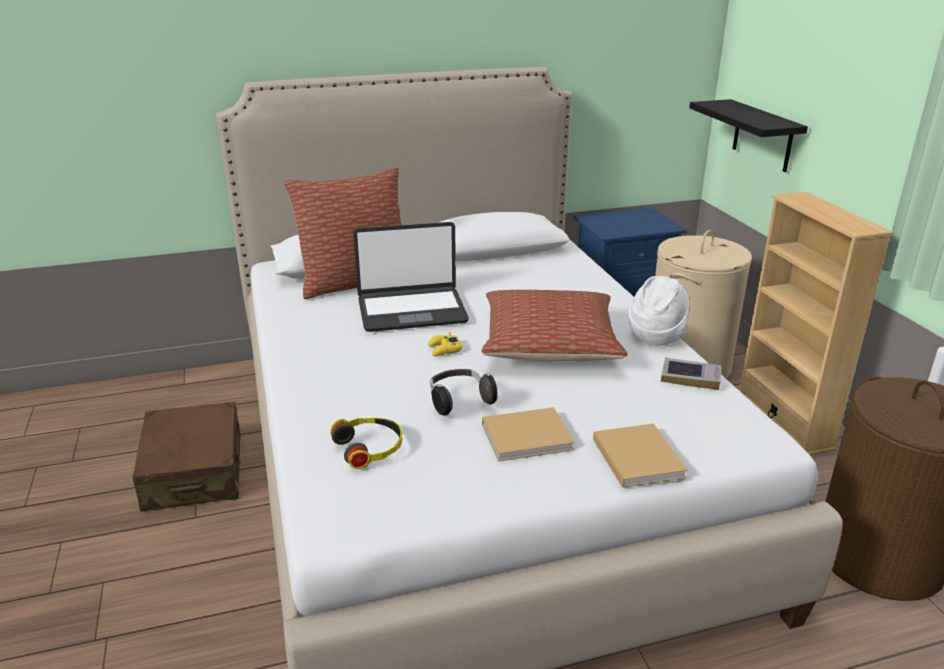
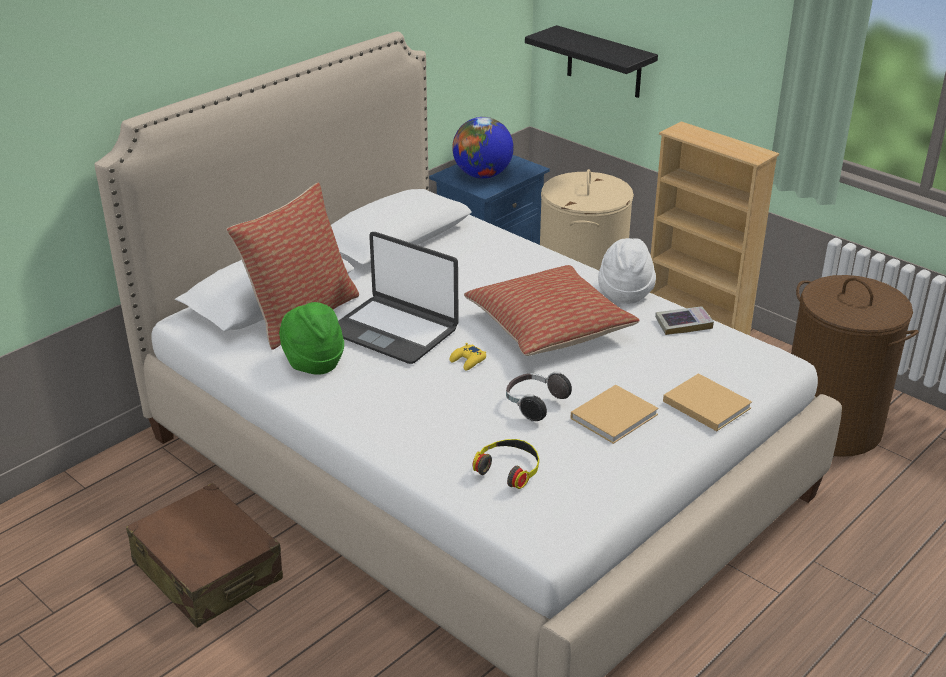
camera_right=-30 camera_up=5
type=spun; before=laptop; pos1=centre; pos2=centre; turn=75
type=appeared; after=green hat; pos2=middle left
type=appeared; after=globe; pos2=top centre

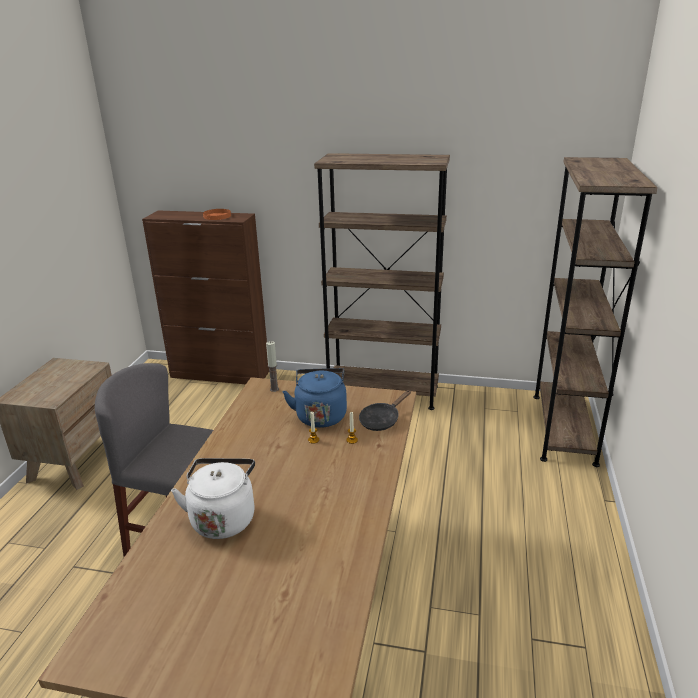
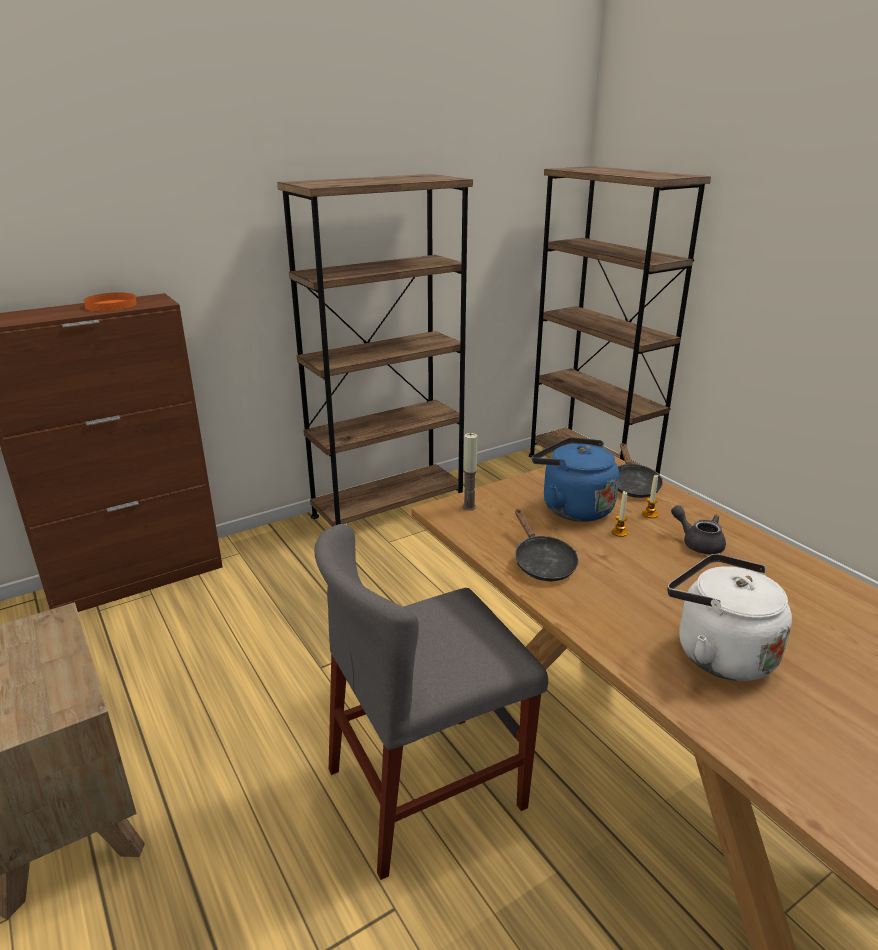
camera_right=-45 camera_up=0
type=appeared; after=black frying pan (no. 1 from left); pos2=centre
type=appeared; after=grey teapot; pos2=middle right

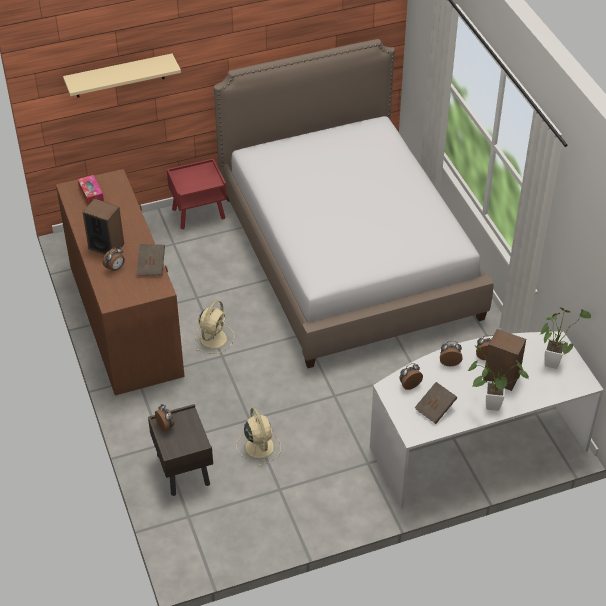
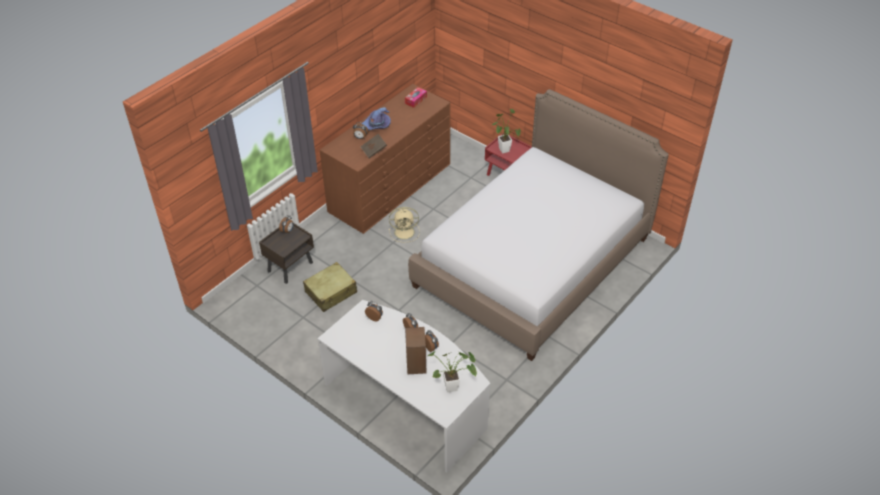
camera_right=60 camera_up=0
type=missing; before=beige shelf; pos1=top left
type=exchanged; before=speaker (no. 1 from left); after=purple hat; pos1=middle left; pos2=top centre
type=exchanged; before=beige fan (no. 2 from left); after=beige suitcase; pos1=bottom centre; pos2=centre
type=missing; before=brown book (no. 2 from left); pos1=middle right
type=relocated; before=potted plant (no. 1 from left in the first image); after=potted plant (no. 2 from left); pos1=middle right; pos2=top centre

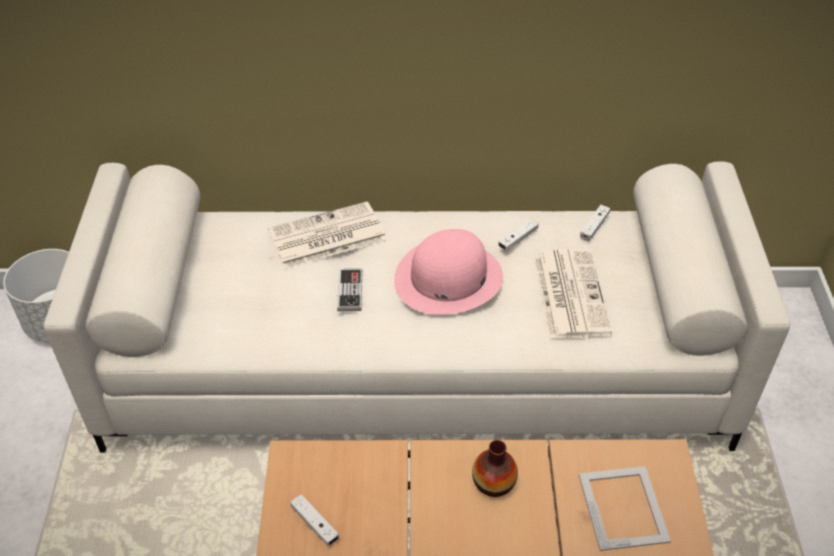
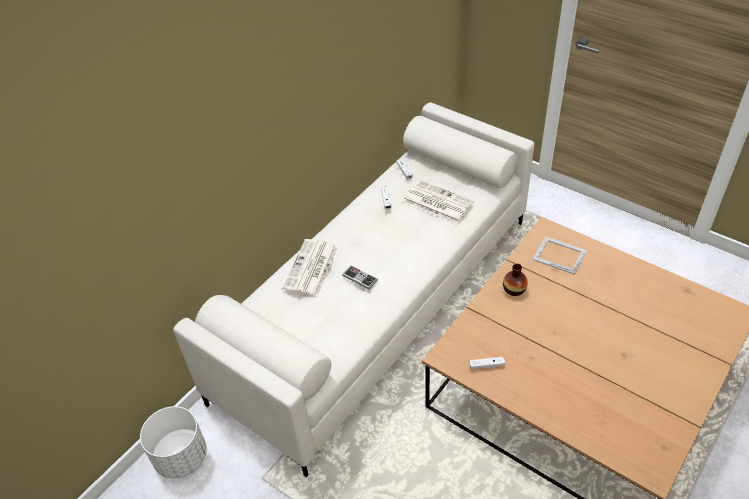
camera_right=-50 camera_up=0
type=missing; before=pink hat; pos1=centre

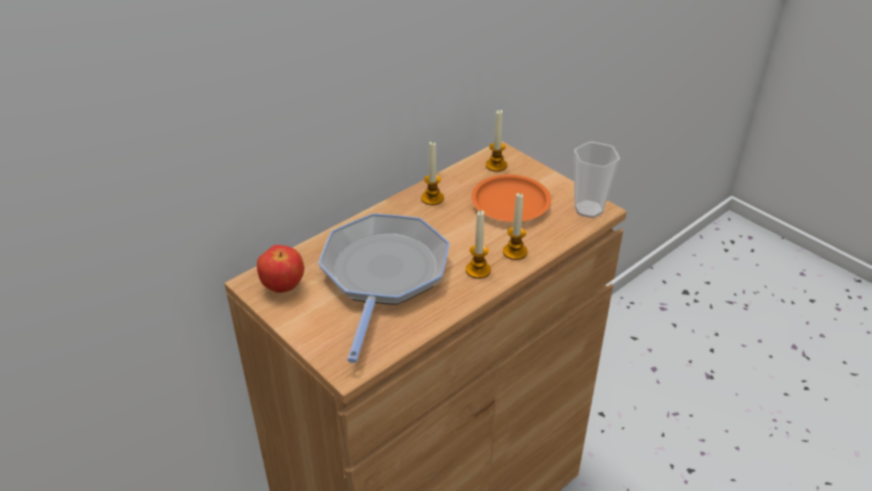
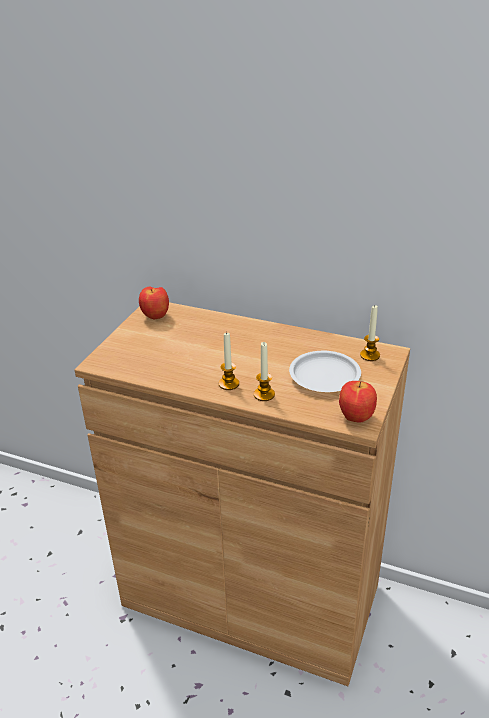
camera_right=65 camera_up=-5
type=missing; before=frying pan; pos1=centre
type=missing; before=candle (no. 1 from left); pos1=centre
type=colour; before=orange plate; after=white plate; pos1=centre; pos2=centre
type=exchanged; before=cup; after=apple (no. 2 from left); pos1=middle right; pos2=middle right

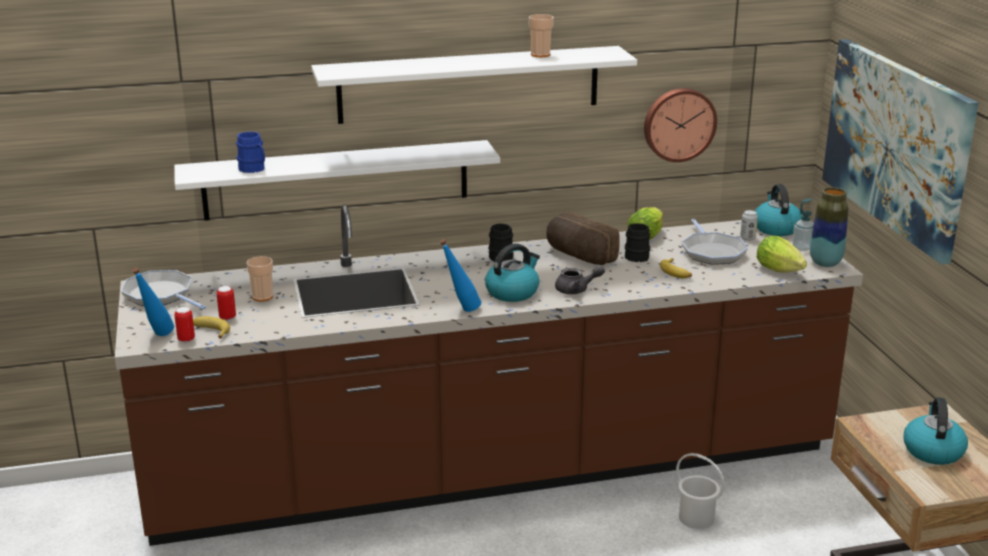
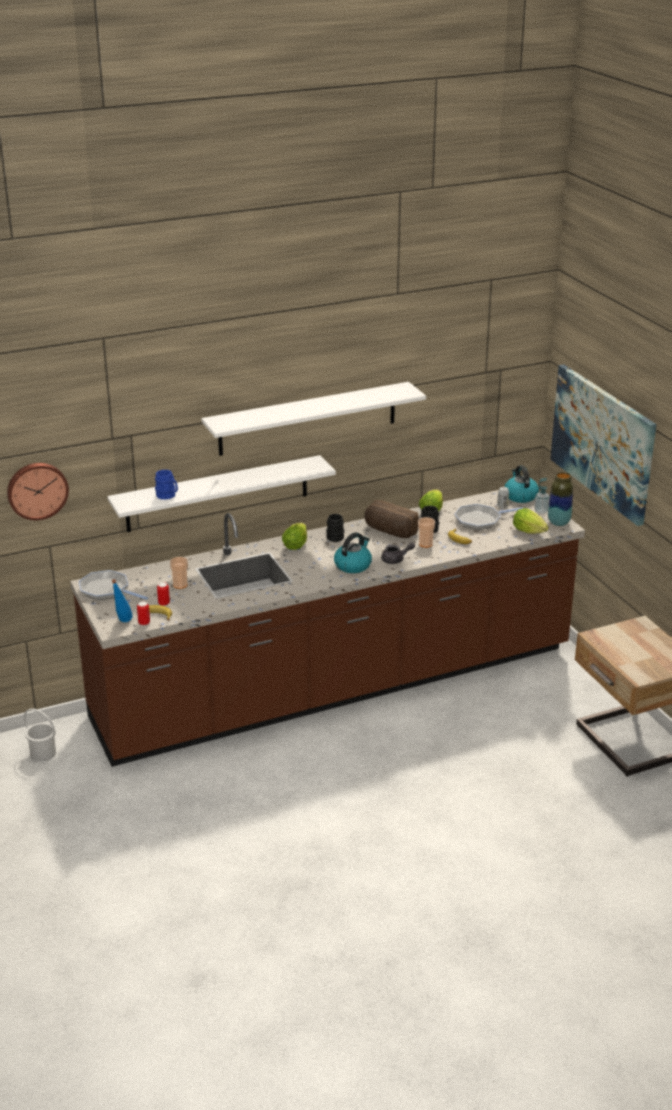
camera_right=-10 camera_up=5
type=missing; before=blue bottle (no. 2 from left); pos1=centre
type=relocated; before=cup (no. 2 from left); pos1=top centre; pos2=centre
type=relocated; before=wall clock; pos1=top right; pos2=middle left
type=relocated; before=white bucket; pos1=bottom right; pos2=middle left
type=spun; before=frying pan (no. 2 from left); pos1=middle right; pos2=middle right; turn=90
type=missing; before=kettle (no. 3 from left); pos1=bottom right
type=appeared; after=lettuce (no. 1 from left); pos2=centre

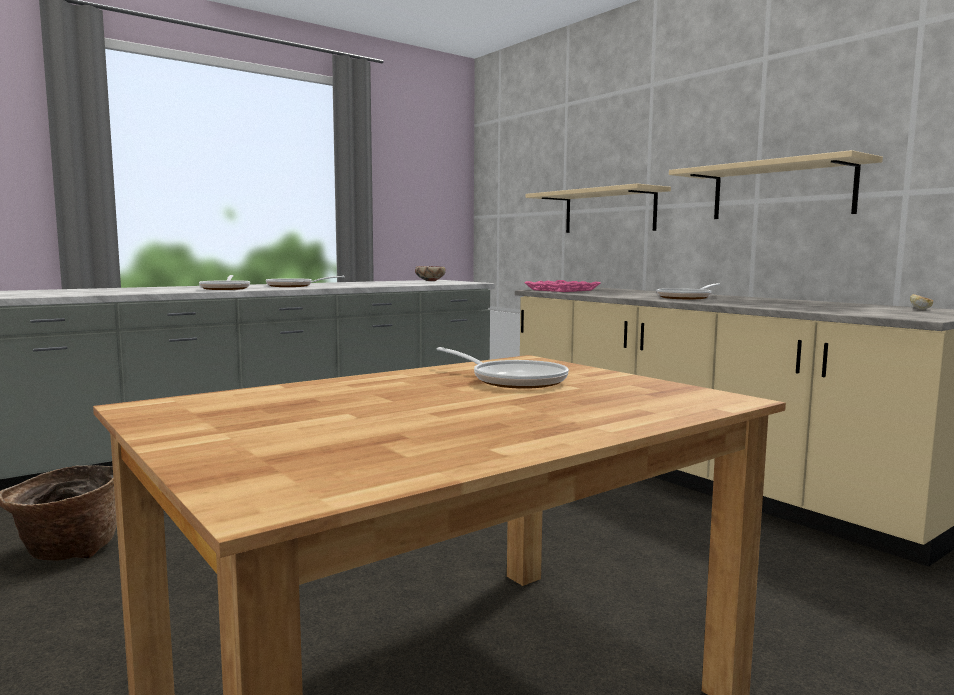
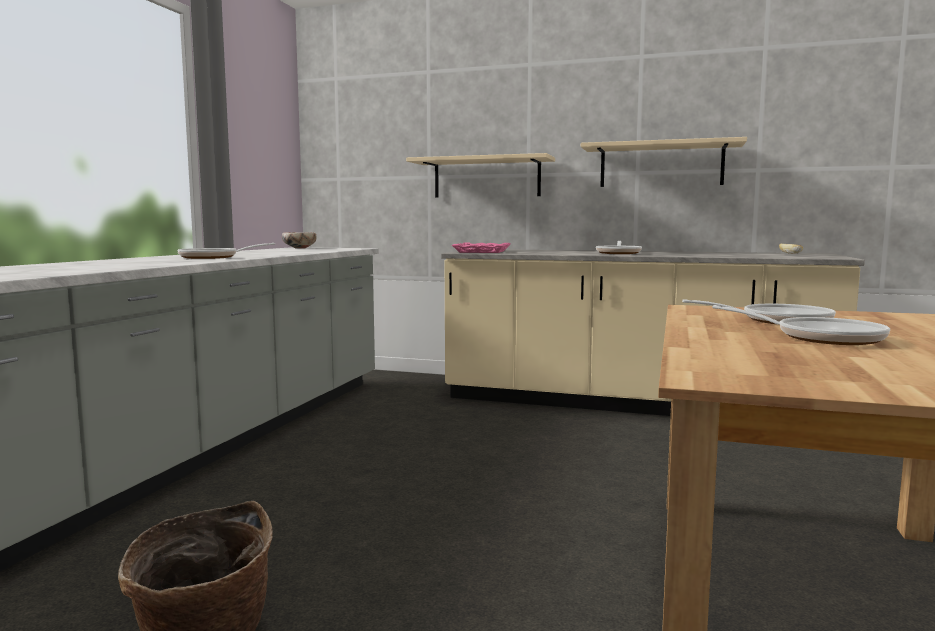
camera_right=-35 camera_up=0
type=relocated; before=frying pan (no. 1 from left in the first image); after=frying pan (no. 4 from left); pos1=middle left; pos2=middle right

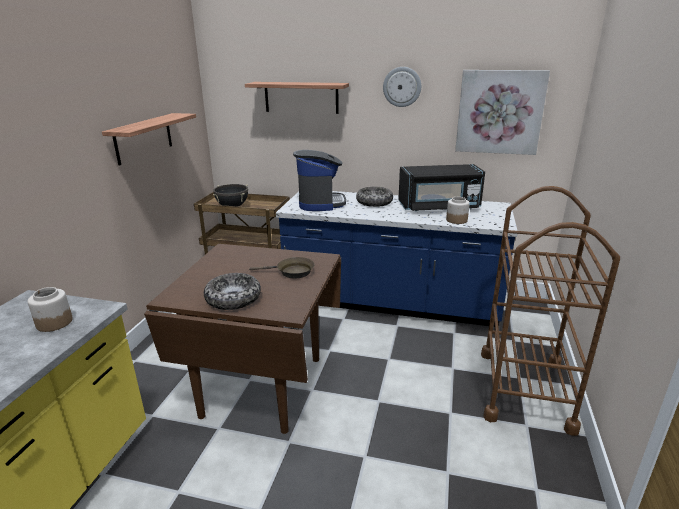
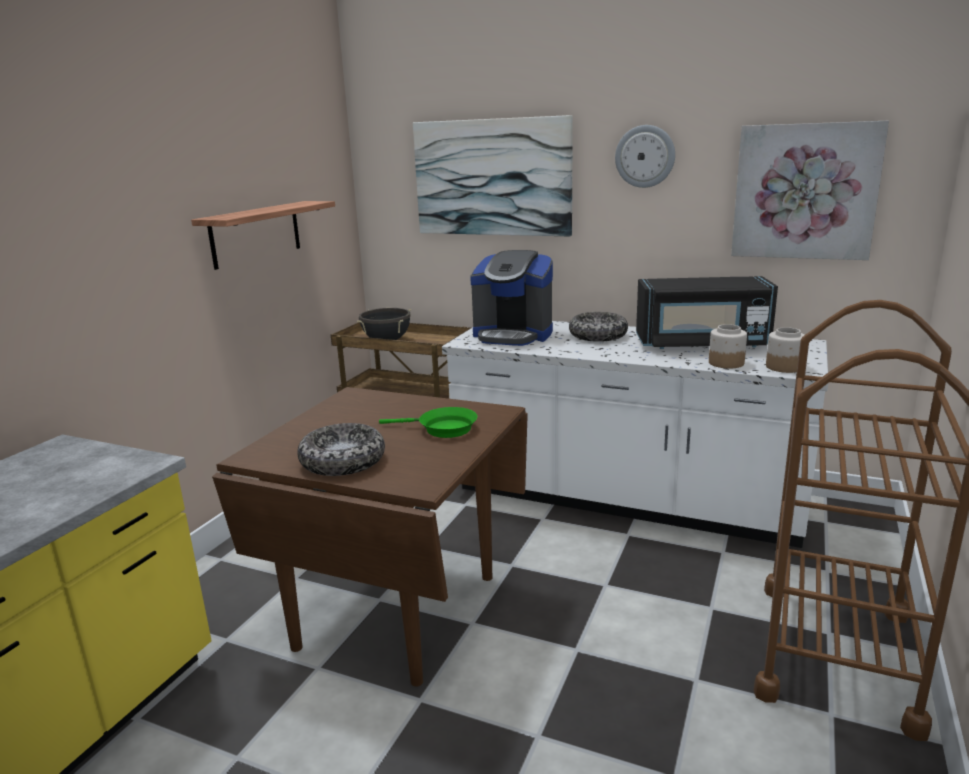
camera_right=10 camera_up=-5
type=relocated; before=jar (no. 1 from left in the first image); after=jar (no. 2 from left); pos1=middle left; pos2=middle right
type=exchanged; before=shelf (no. 2 from left); after=picture (no. 1 from left); pos1=top centre; pos2=top centre
type=colour; before=brown frying pan; after=green frying pan; pos1=centre; pos2=centre
type=colour; before=blue counter; after=white counter; pos1=centre; pos2=centre
type=spun; before=coffee machine; pos1=centre; pos2=centre; turn=105

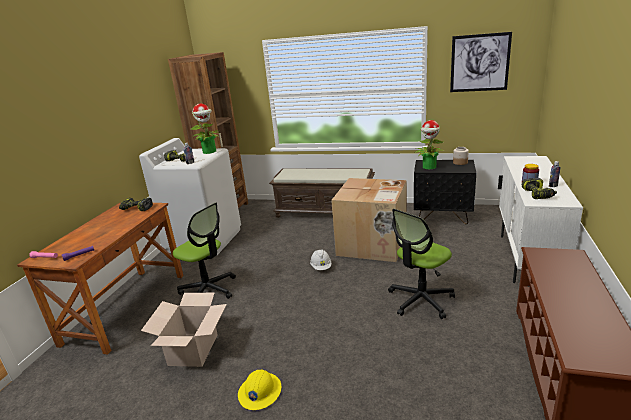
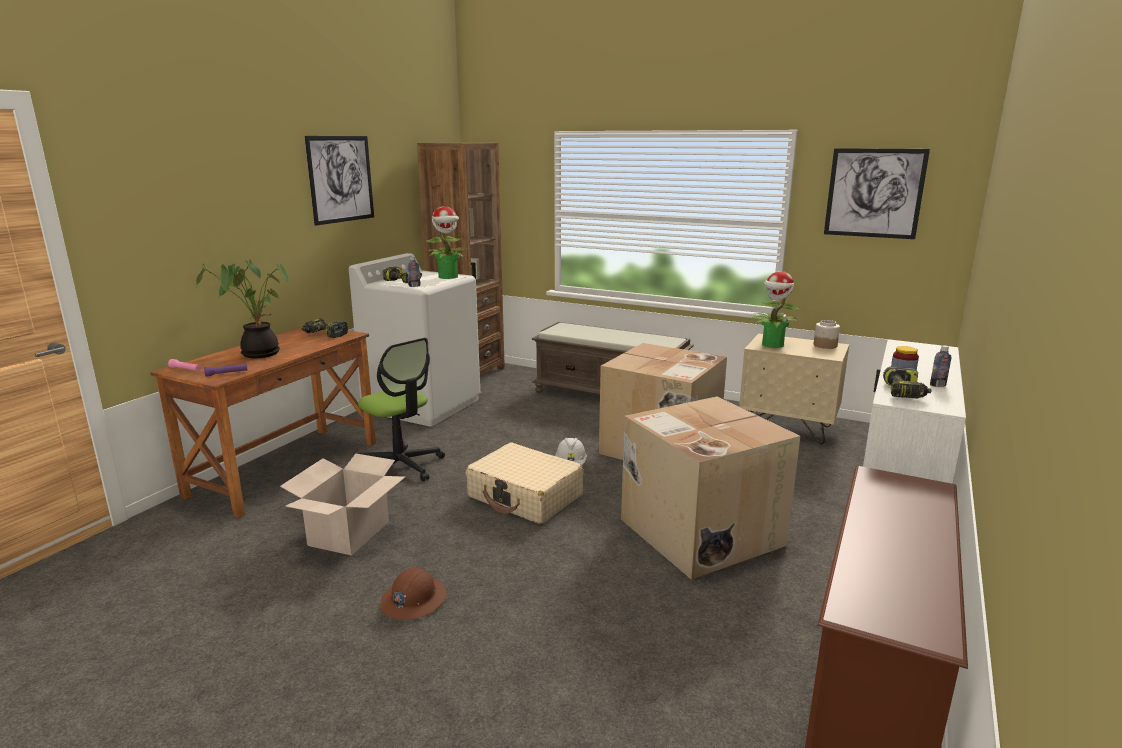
camera_right=10 camera_up=-5
type=colour; before=yellow hard hat; after=brown hard hat; pos1=bottom centre; pos2=bottom centre
type=exchanged; before=office chair (no. 2 from left); after=cardboard box (no. 3 from left); pos1=middle right; pos2=centre
type=colour; before=black nightstand; after=beige nightstand; pos1=middle right; pos2=middle right
type=appeared; after=potted plant (no. 1 from left); pos2=middle left
type=appeared; after=picture (no. 1 from left); pos2=top left
type=appeared; after=beige suitcase; pos2=centre

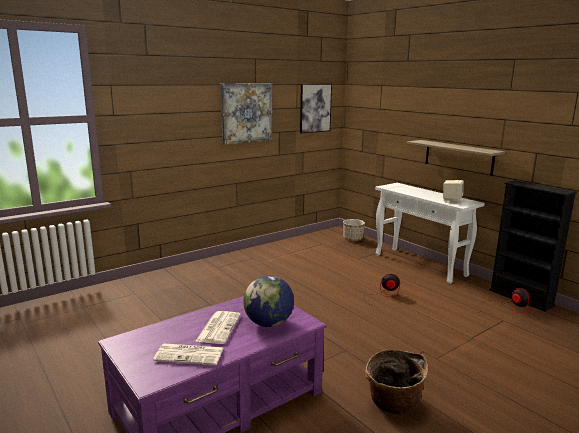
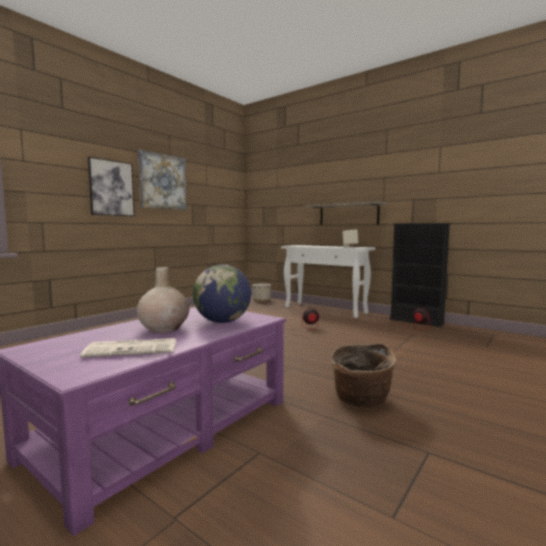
camera_right=-15 camera_up=-10
type=exchanged; before=newspaper (no. 2 from left); after=beige vase; pos1=bottom centre; pos2=middle left
type=relocated; before=picture (no. 2 from left in the first image); after=picture (no. 1 from left); pos1=top centre; pos2=middle left

